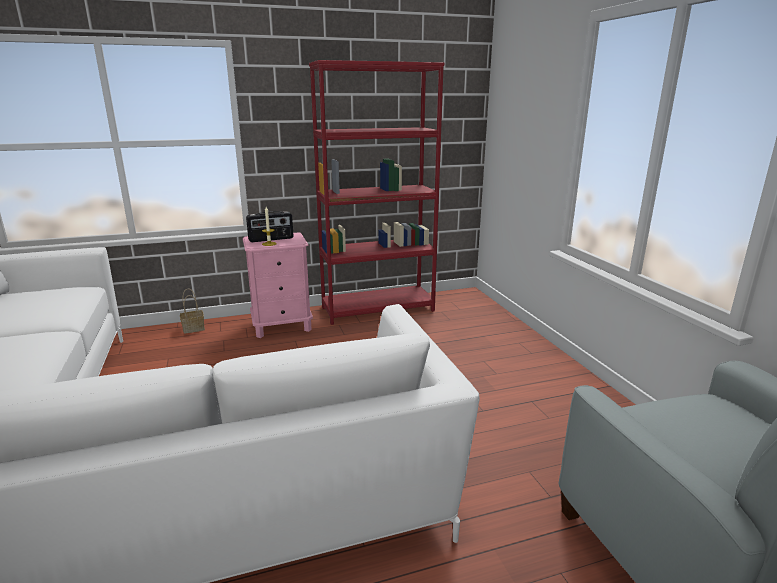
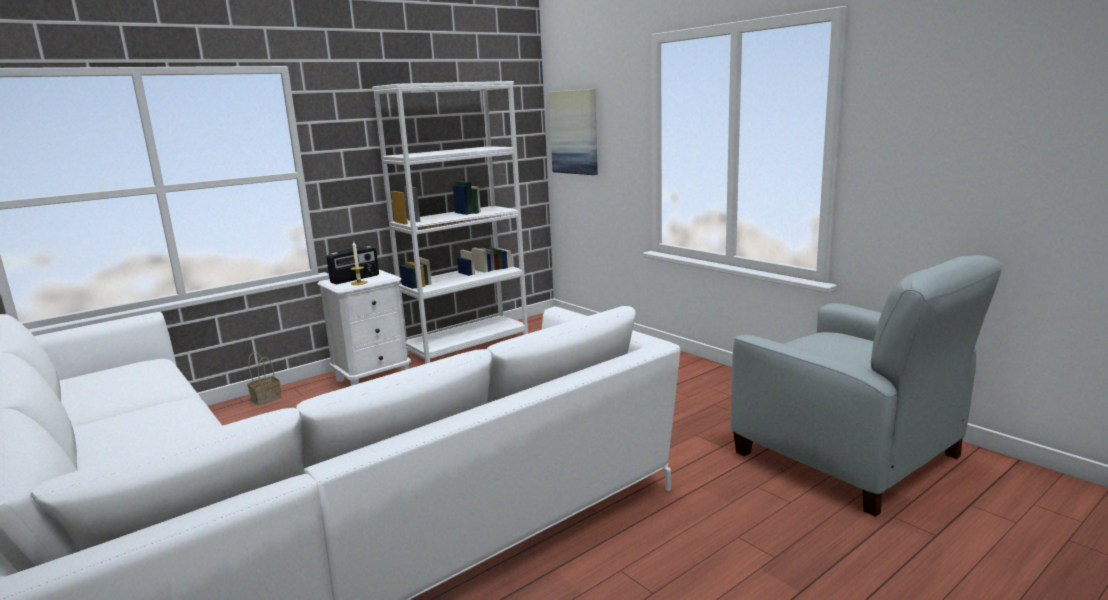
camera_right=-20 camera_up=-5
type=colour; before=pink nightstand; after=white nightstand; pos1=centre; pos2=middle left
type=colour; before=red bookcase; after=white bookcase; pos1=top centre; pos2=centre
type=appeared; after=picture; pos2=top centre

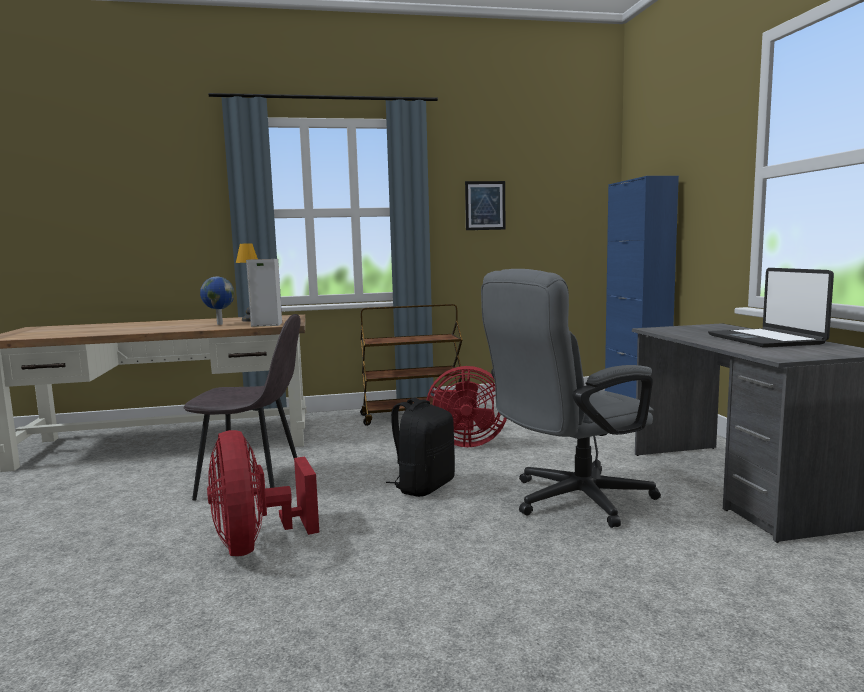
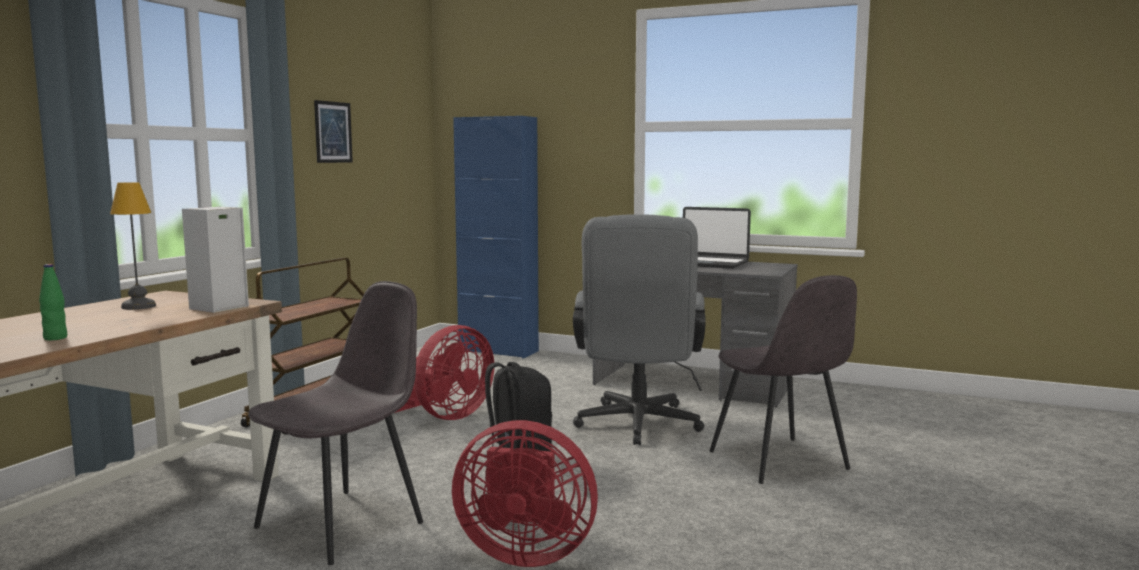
camera_right=-55 camera_up=0
type=missing; before=globe; pos1=middle left
type=appeared; after=green bottle; pos2=middle left
type=appeared; after=grey chair (no. 2 from left); pos2=middle right

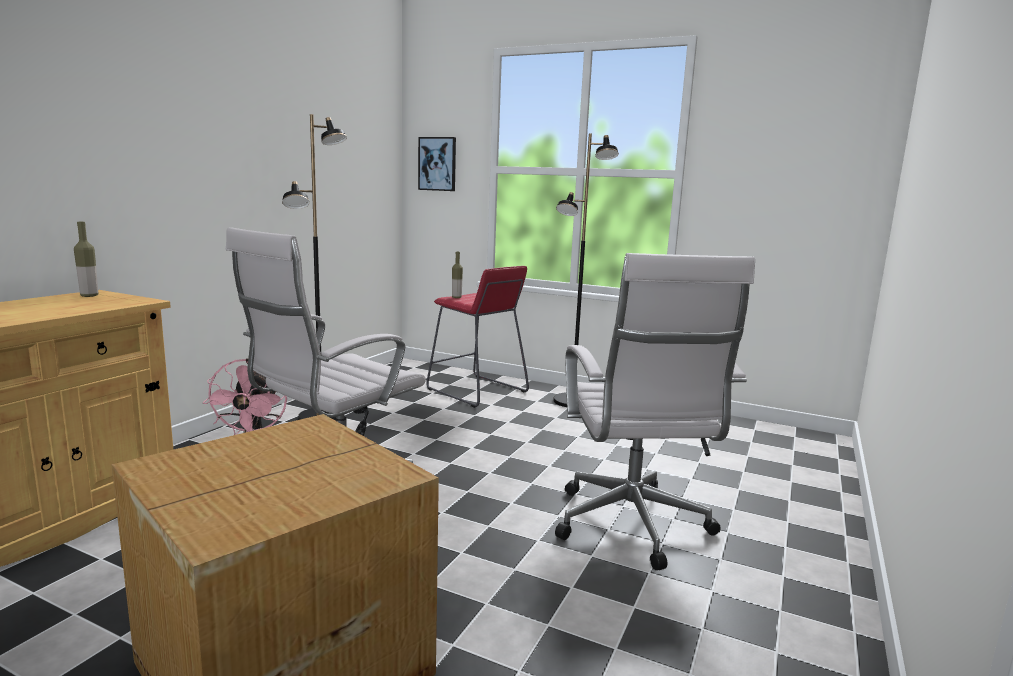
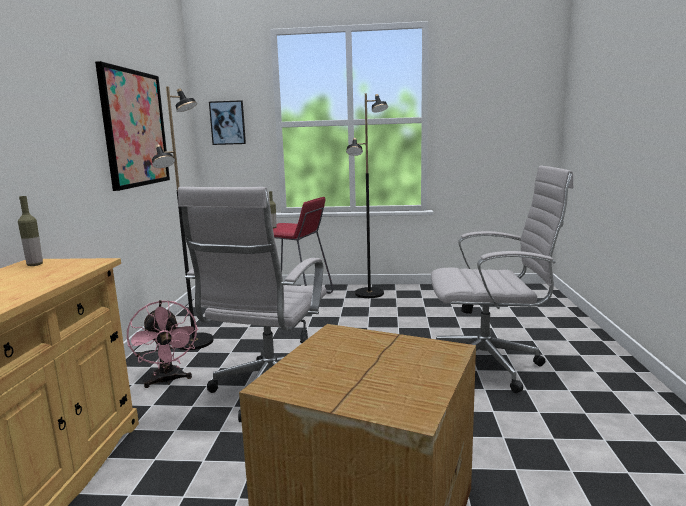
camera_right=-20 camera_up=0
type=spun; before=white office chair (no. 2 from left); pos1=centre; pos2=middle right; turn=-60
type=appeared; after=picture (no. 1 from left); pos2=top left

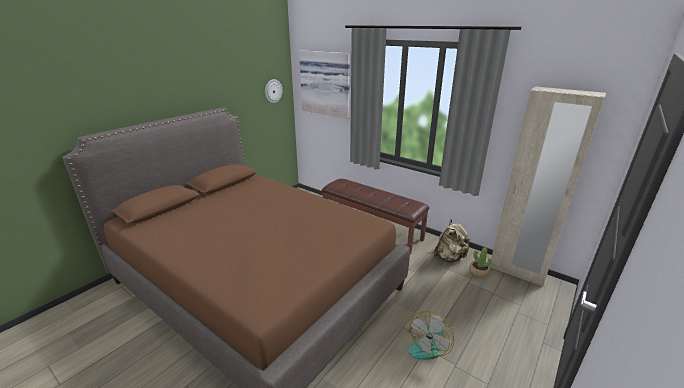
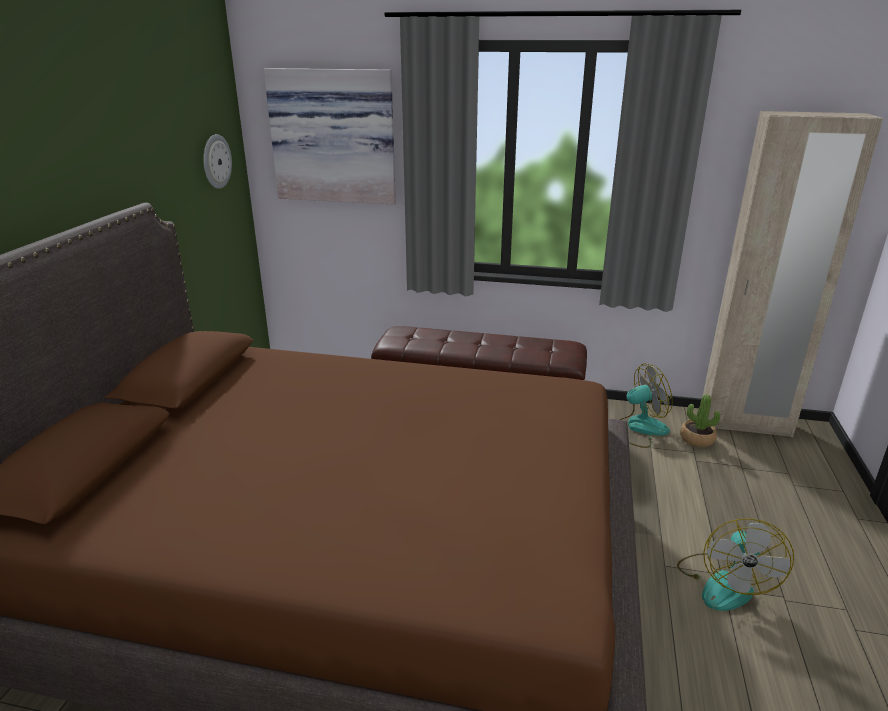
camera_right=-25 camera_up=0
type=exchanged; before=beige backpack; after=fan (no. 1 from left); pos1=centre; pos2=middle right

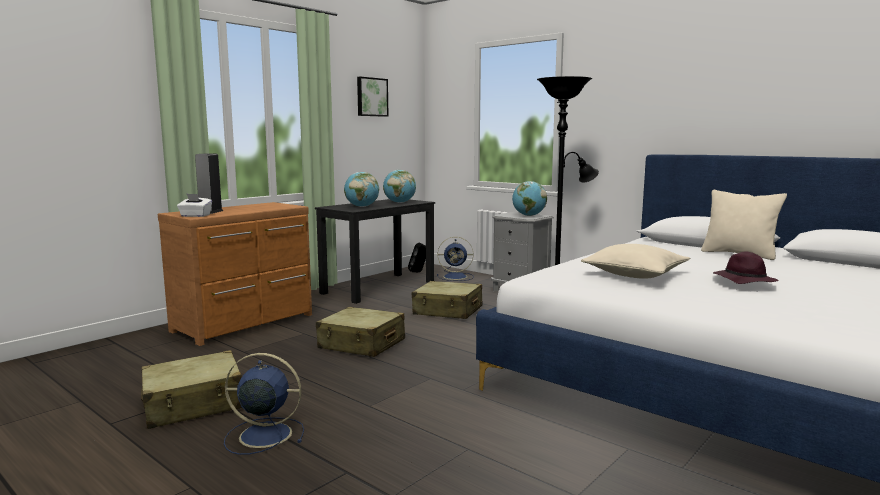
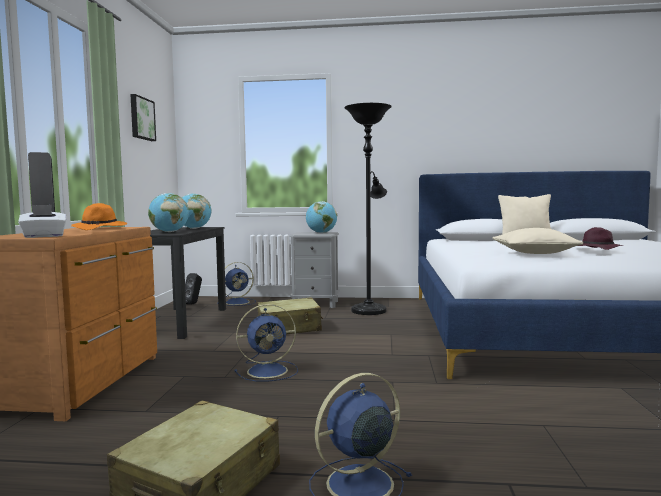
camera_right=-35 camera_up=-5
type=exchanged; before=beige suitcase (no. 2 from left); after=blue fan (no. 2 from left); pos1=bottom centre; pos2=bottom centre
type=appeared; after=orange hat; pos2=middle left

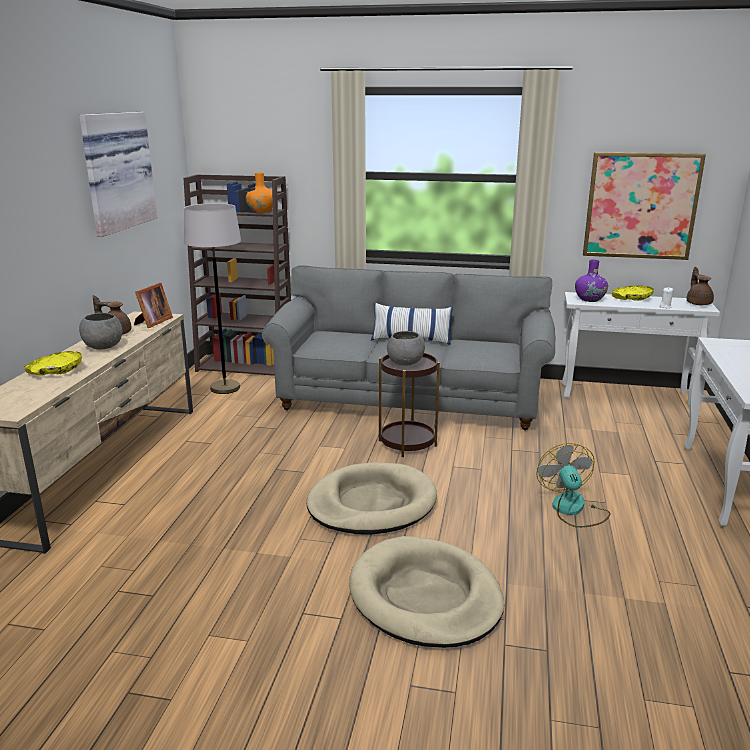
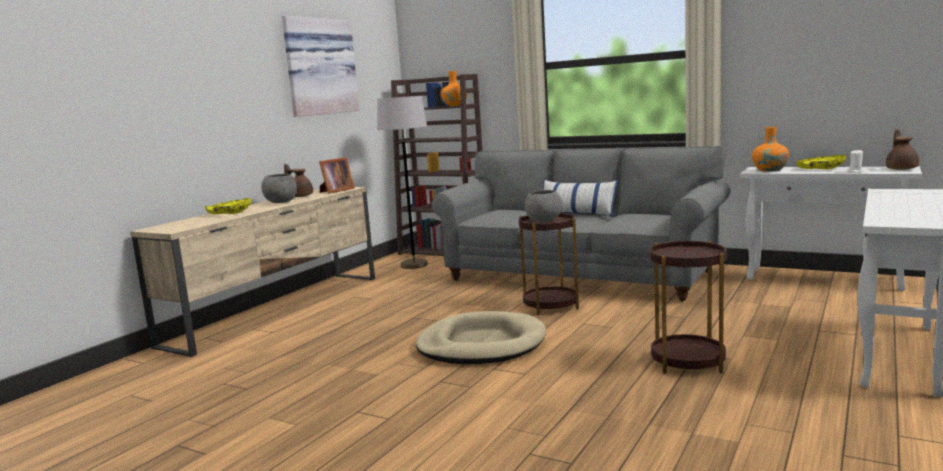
camera_right=20 camera_up=-10
type=missing; before=beige dog bed (no. 2 from left); pos1=bottom centre
type=exchanged; before=fan; after=brown side table (no. 2 from left); pos1=middle right; pos2=middle right
type=colour; before=purple vase; after=orange vase (no. 2 from left); pos1=middle right; pos2=top right
type=missing; before=picture (no. 2 from left); pos1=top right

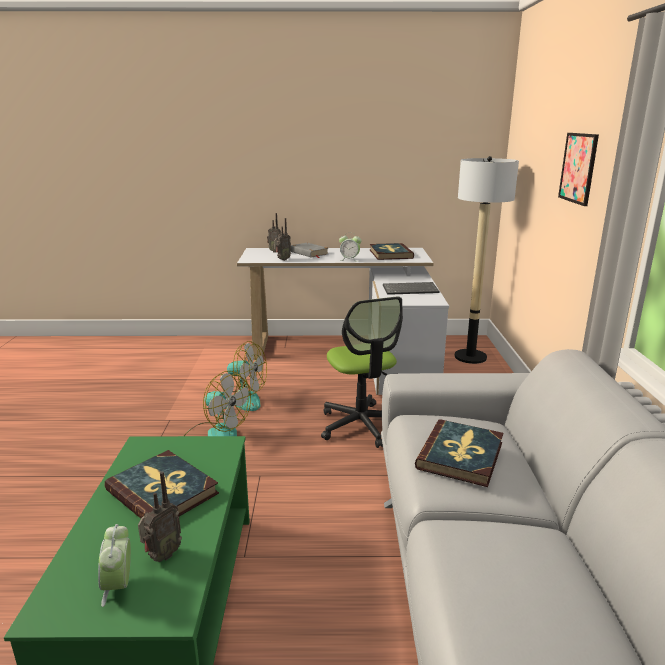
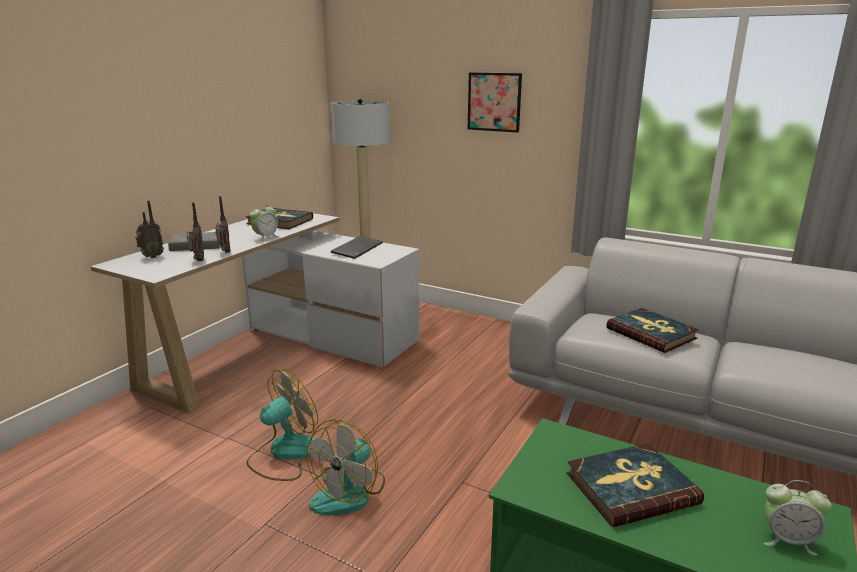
camera_right=-60 camera_up=0
type=relocated; before=radio (no. 1 from left in the first image); after=radio (no. 3 from left); pos1=bottom left; pos2=middle left
type=spun; before=fan (no. 1 from left in the first image); pos1=middle left; pos2=bottom centre; turn=150
type=missing; before=office chair; pos1=centre

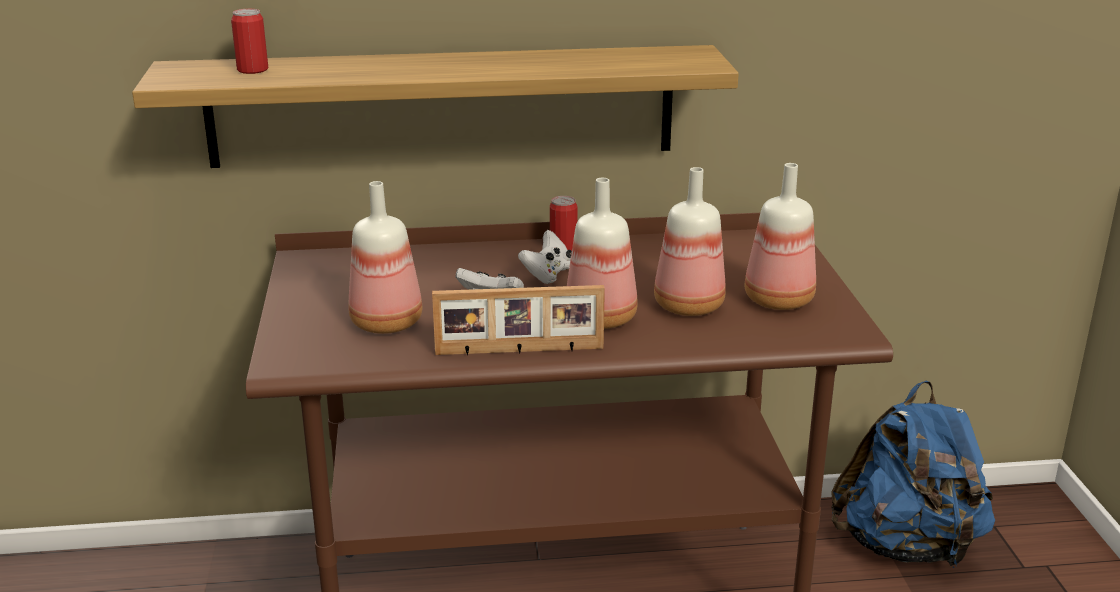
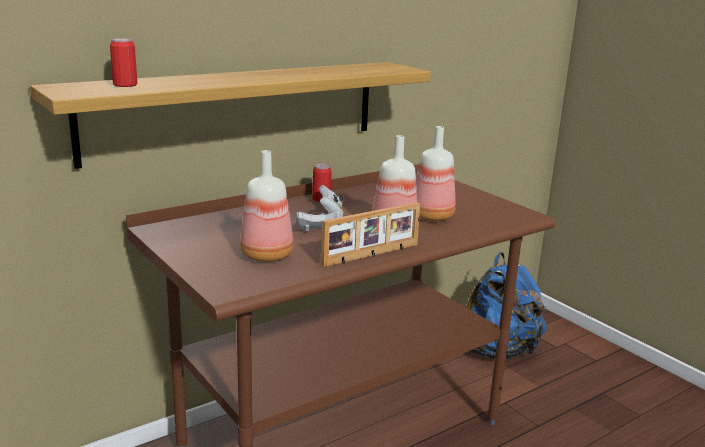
camera_right=-30 camera_up=-5
type=missing; before=bottle (no. 4 from left); pos1=middle right

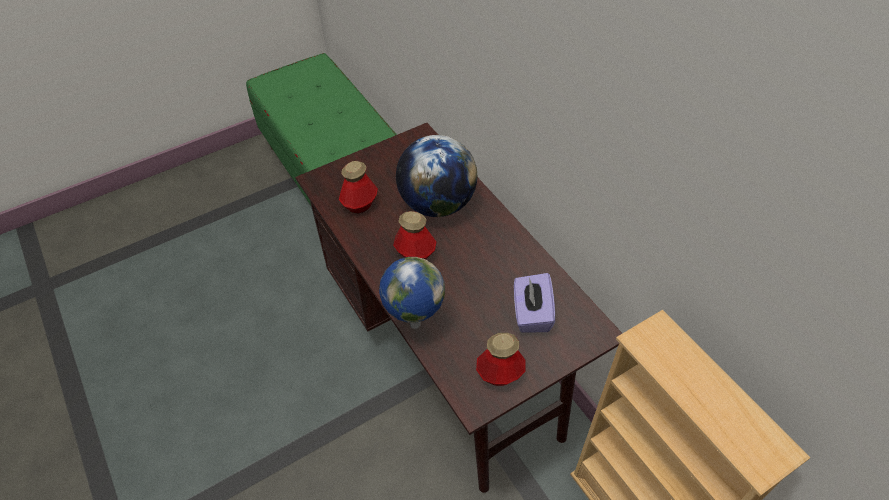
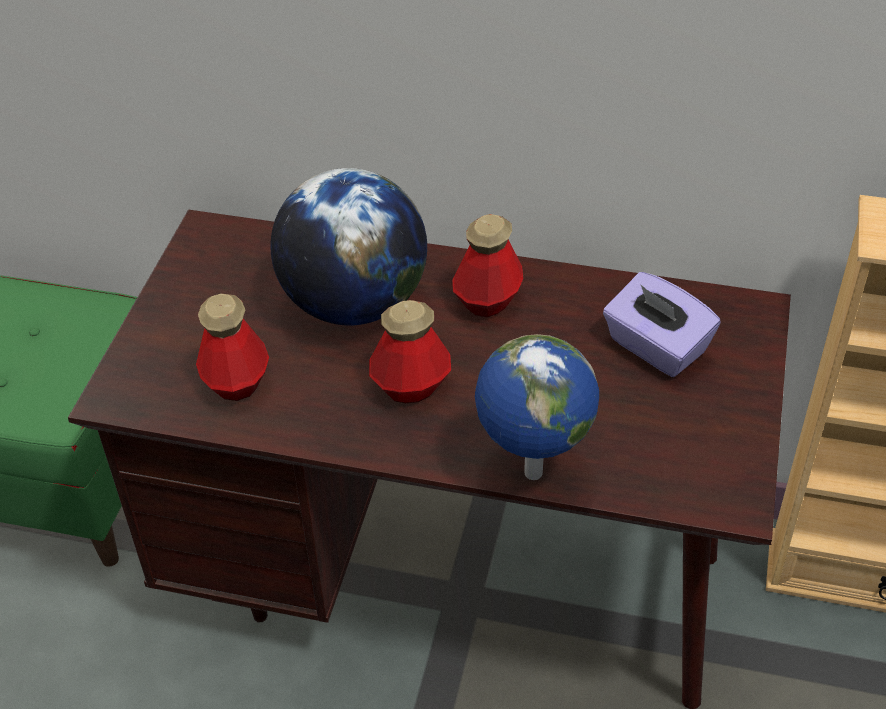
camera_right=-45 camera_up=-5
type=relocated; before=bottle (no. 3 from left); pos1=bottom centre; pos2=centre

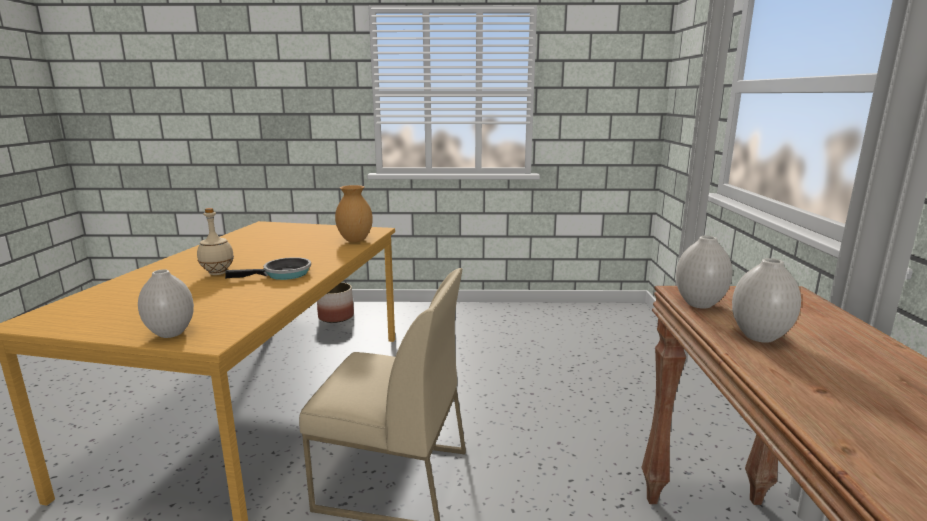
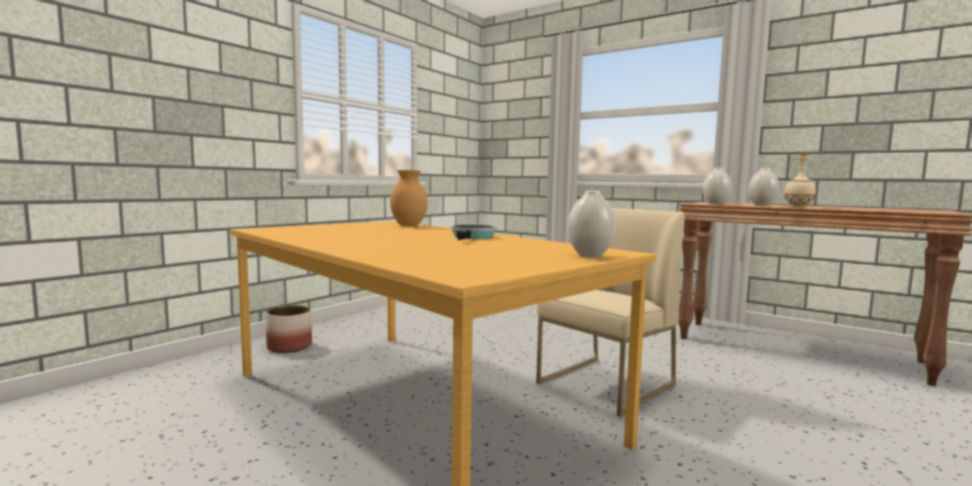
camera_right=-55 camera_up=-10
type=relocated; before=beige bottle; pos1=middle left; pos2=middle right

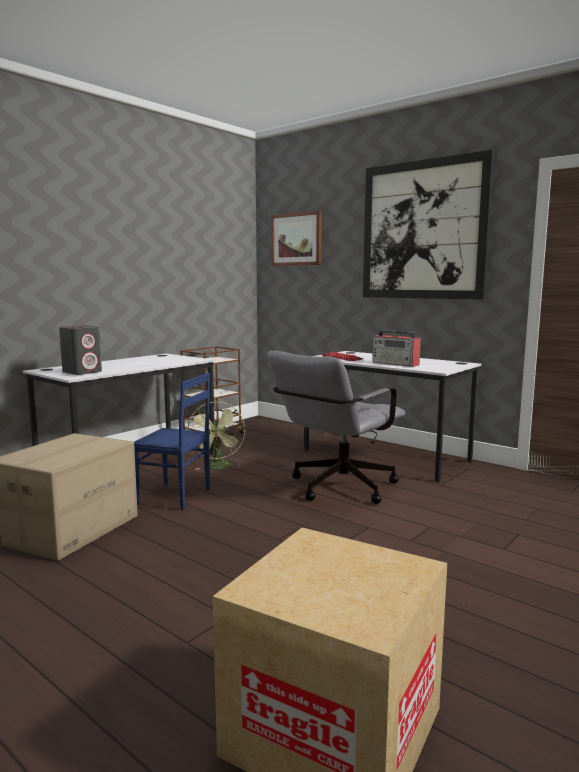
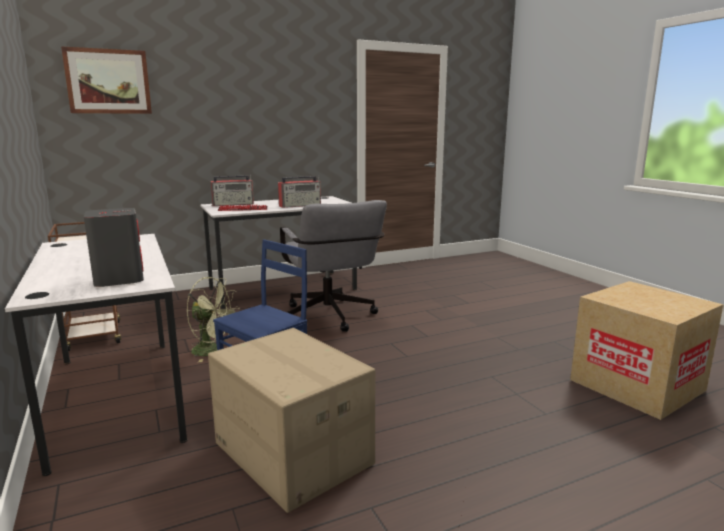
camera_right=-65 camera_up=5
type=missing; before=picture (no. 2 from left); pos1=top right
type=appeared; after=radio (no. 1 from left); pos2=middle left

